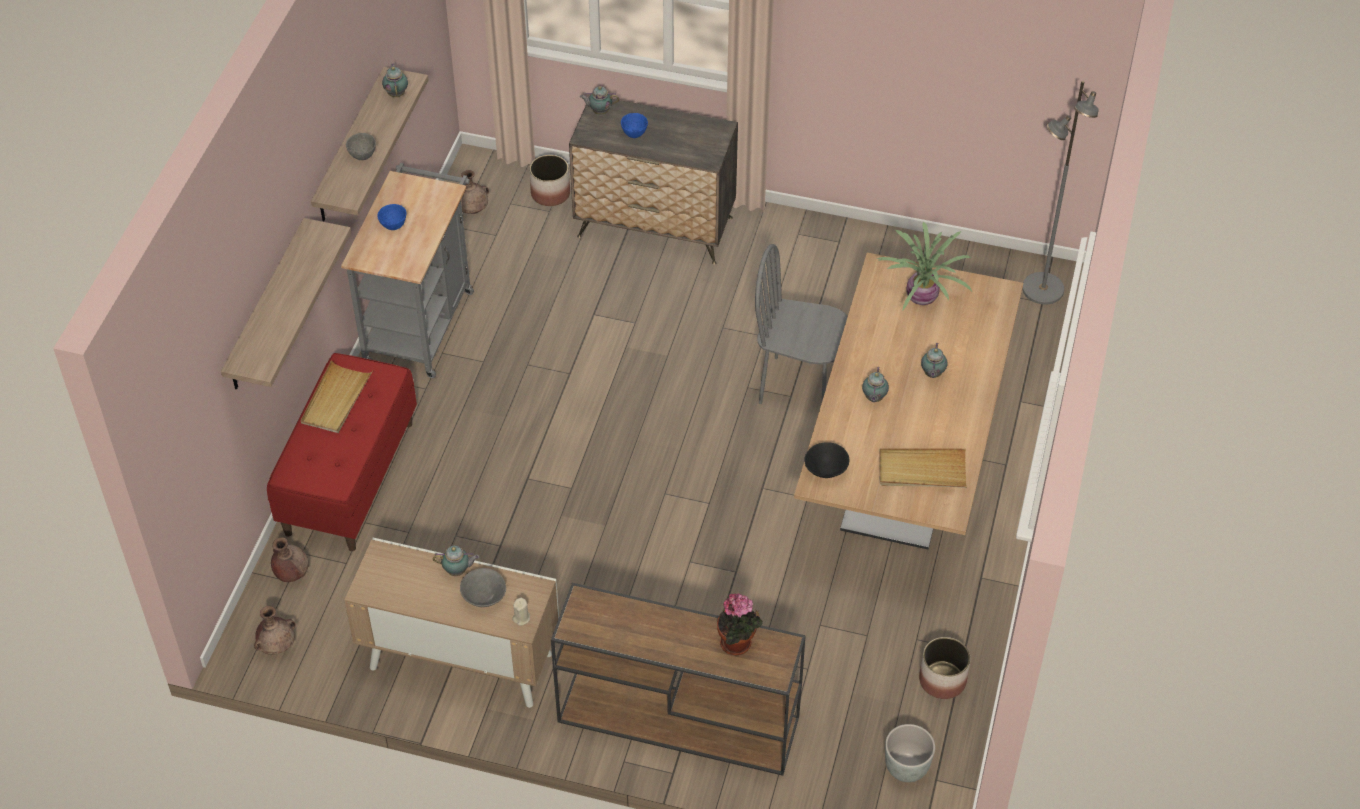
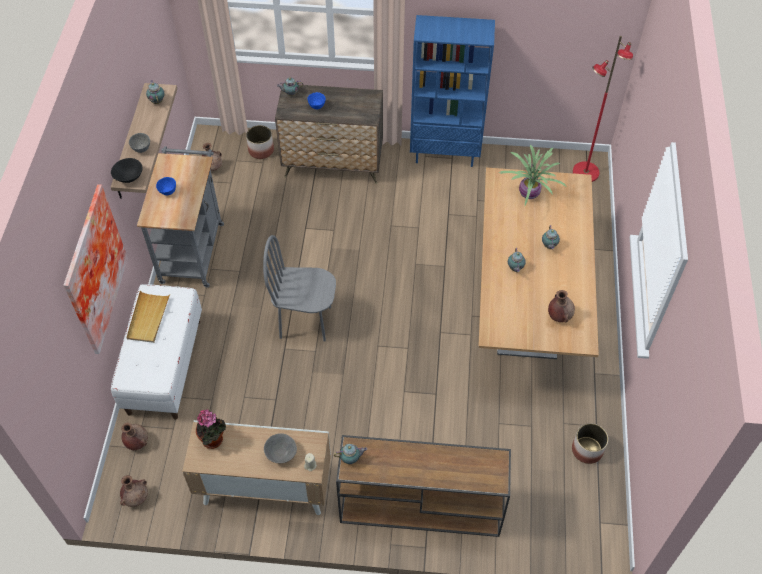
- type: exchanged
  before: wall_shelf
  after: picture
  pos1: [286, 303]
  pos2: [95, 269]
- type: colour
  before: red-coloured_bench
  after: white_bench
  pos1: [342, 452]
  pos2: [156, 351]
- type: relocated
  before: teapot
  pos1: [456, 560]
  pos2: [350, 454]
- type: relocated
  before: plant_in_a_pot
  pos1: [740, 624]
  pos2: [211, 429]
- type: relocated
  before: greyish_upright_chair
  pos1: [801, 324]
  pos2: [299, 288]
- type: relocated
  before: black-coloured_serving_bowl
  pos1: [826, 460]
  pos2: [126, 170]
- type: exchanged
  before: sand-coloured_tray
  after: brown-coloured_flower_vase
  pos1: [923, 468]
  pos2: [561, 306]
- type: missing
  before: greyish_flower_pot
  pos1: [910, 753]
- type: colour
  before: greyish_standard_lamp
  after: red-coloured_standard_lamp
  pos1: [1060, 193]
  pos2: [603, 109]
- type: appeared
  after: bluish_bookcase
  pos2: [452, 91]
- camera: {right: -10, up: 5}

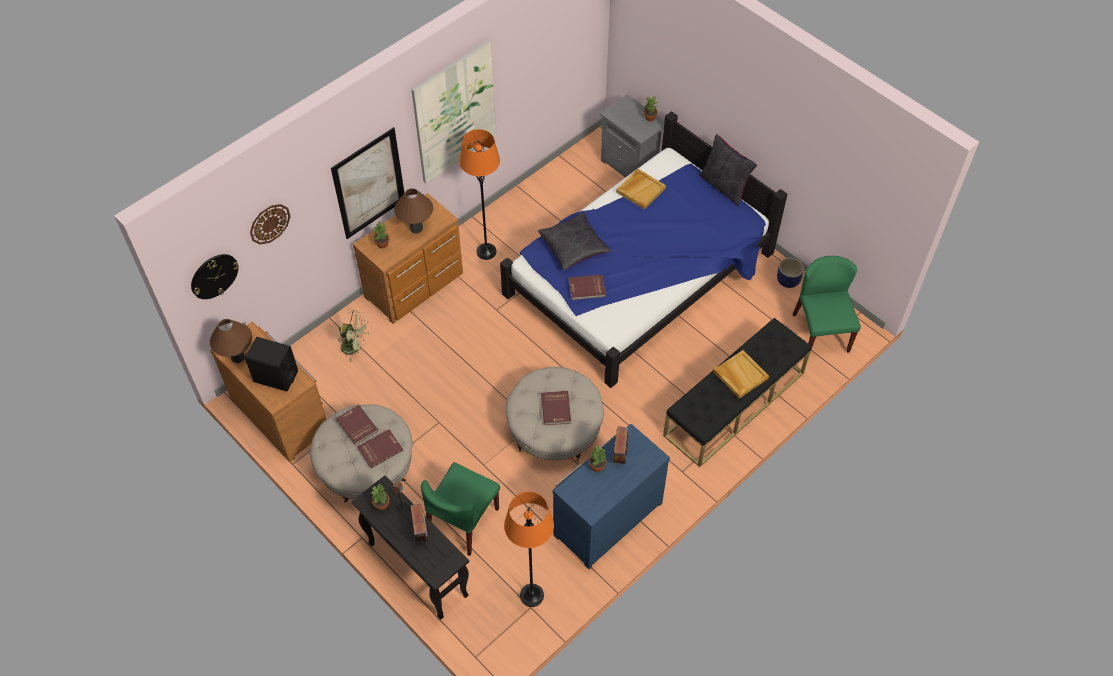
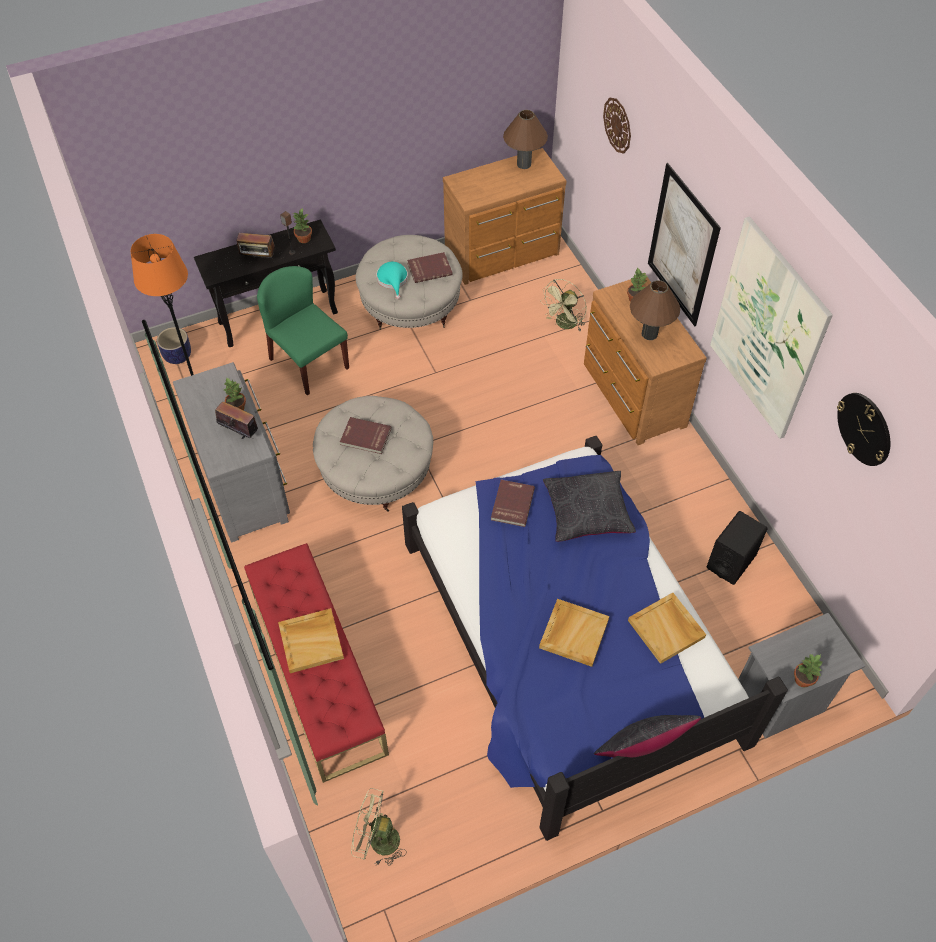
- type: relocated
  before: wall_clock
  pos1: [215, 276]
  pos2: [863, 429]
- type: relocated
  before: black-coloured_loudspeaker
  pos1: [271, 364]
  pos2: [737, 548]
- type: exchanged
  before: red-coloured_volume
  after: blue-green_hat
  pos1: [380, 448]
  pos2: [392, 280]
- type: missing
  before: orange-coloured_standard_lamp
  pos1: [479, 194]
- type: colour
  before: bluish_chest_of_drawers
  after: greyish_chest_of_drawers
  pos1: [611, 496]
  pos2: [231, 452]
- type: colour
  before: black-coloured_bench
  after: red-coloured_bench
  pos1: [737, 392]
  pos2: [316, 663]
- type: relocated
  before: flower_pot
  pos1: [790, 273]
  pos2: [174, 345]
- type: exchanged
  before: green-coloured_upright_chair
  after: green-coloured_fan
  pos1: [827, 304]
  pos2: [379, 827]
- type: appeared
  after: sand-coloured_tray
  pos2: [574, 633]
- camera: {right: 110, up: 0}

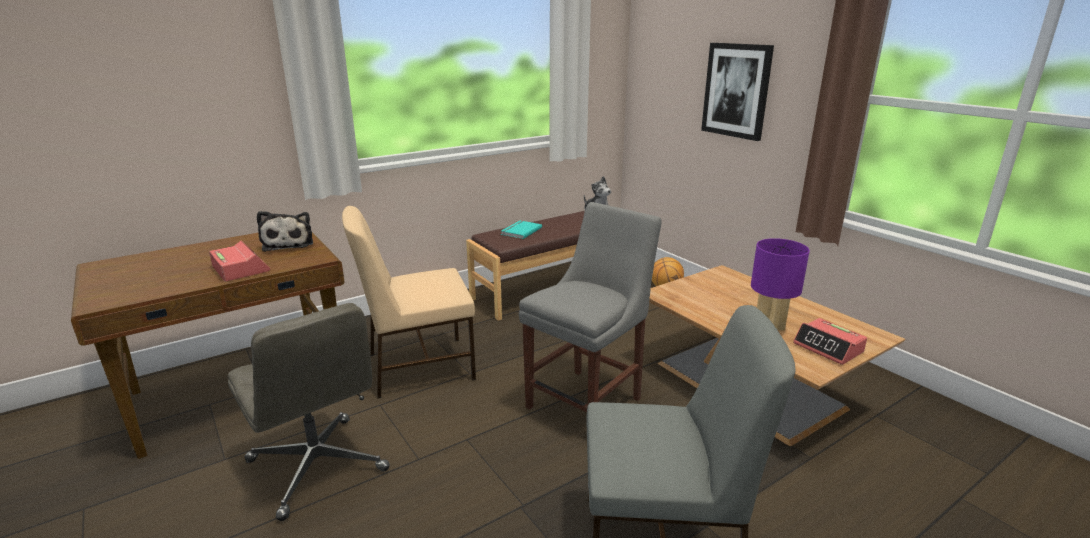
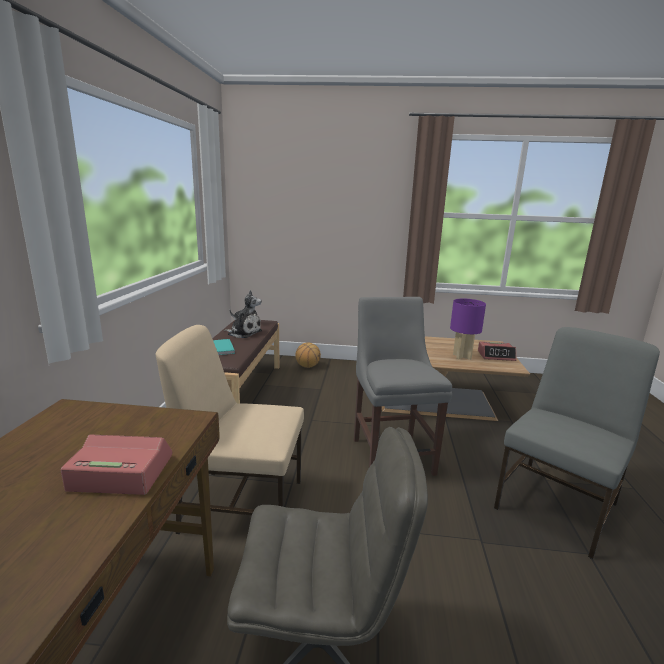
- type: relocated
  before: cuddly_toy
  pos1: [285, 231]
  pos2: [243, 324]
- type: spun
  before: sand-coloured_upright_chair
  pos1: [409, 302]
  pos2: [230, 429]
  turn: 75
- type: missing
  before: picture
  pos1: [737, 92]
- camera: {right: -50, up: -5}

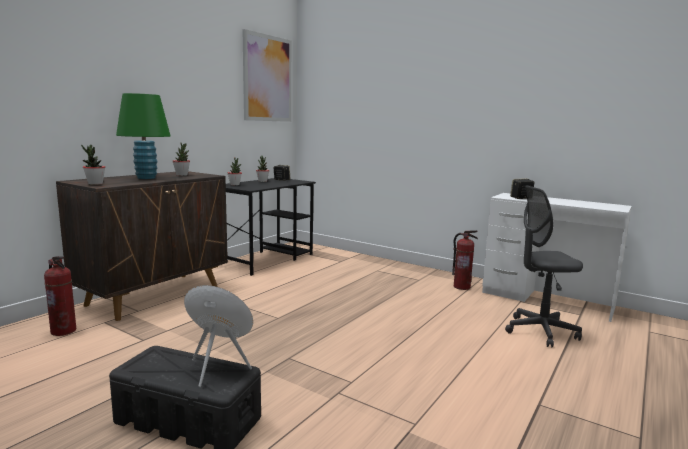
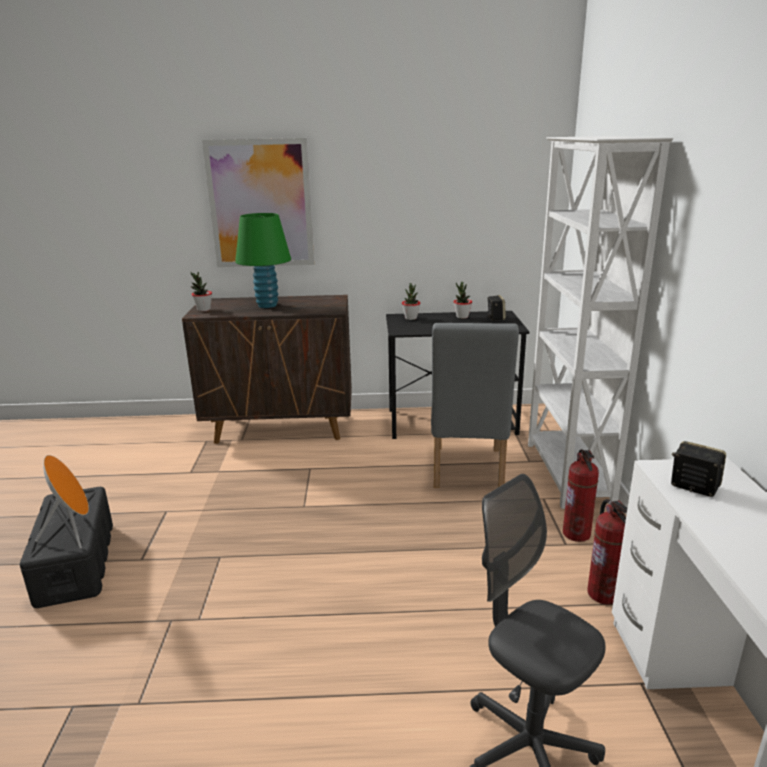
- type: relocated
  before: fire_extinguisher
  pos1: [60, 296]
  pos2: [581, 495]
- type: missing
  before: plant_in_a_pot
  pos1: [181, 159]
- type: relocated
  before: picture
  pos1: [267, 75]
  pos2: [258, 202]
- type: appeared
  after: greyish_upright_chair
  pos2: [475, 405]
- type: appeared
  after: white_bookcase
  pos2: [600, 322]
- camera: {right: 55, up: 10}

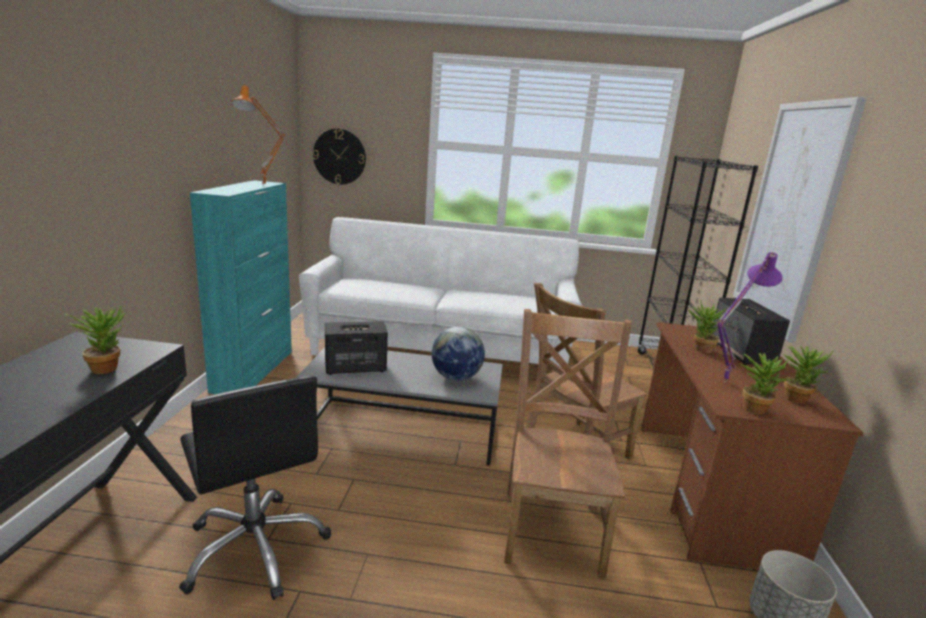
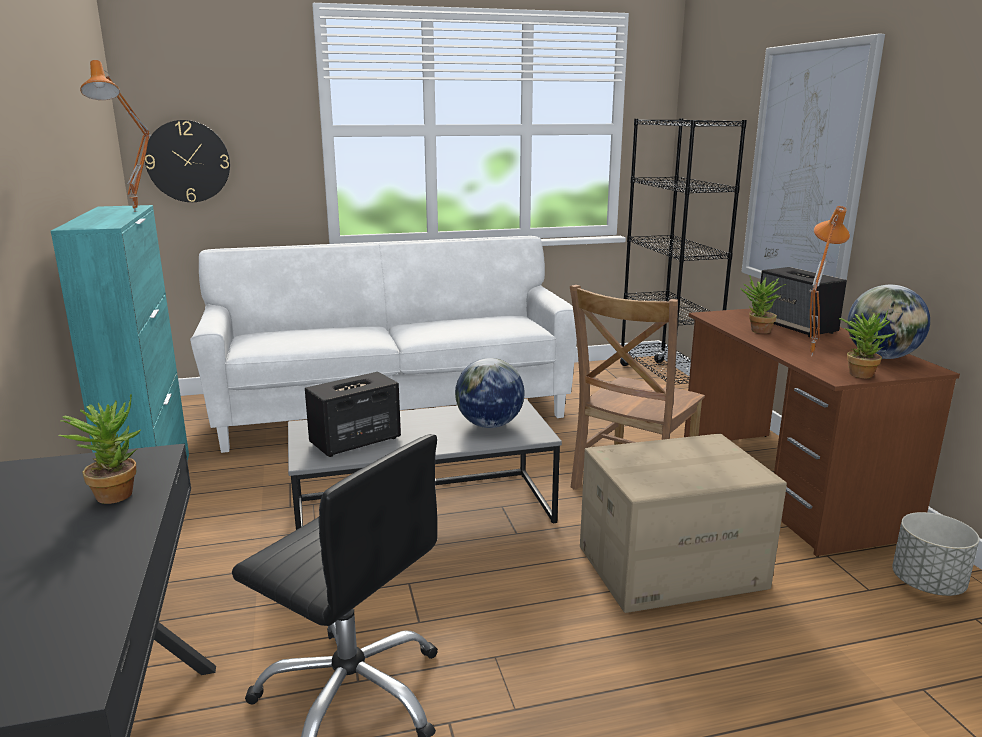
- type: exchanged
  before: brown-coloured_upright_chair
  after: carton
  pos1: [568, 444]
  pos2: [683, 523]
- type: colour
  before: purple_table_lamp
  after: orange-coloured_table_lamp
  pos1: [749, 317]
  pos2: [830, 281]
- type: exchanged
  before: plant_in_a_pot
  after: globe
  pos1: [808, 375]
  pos2: [888, 322]
- camera: {right: -20, up: 0}

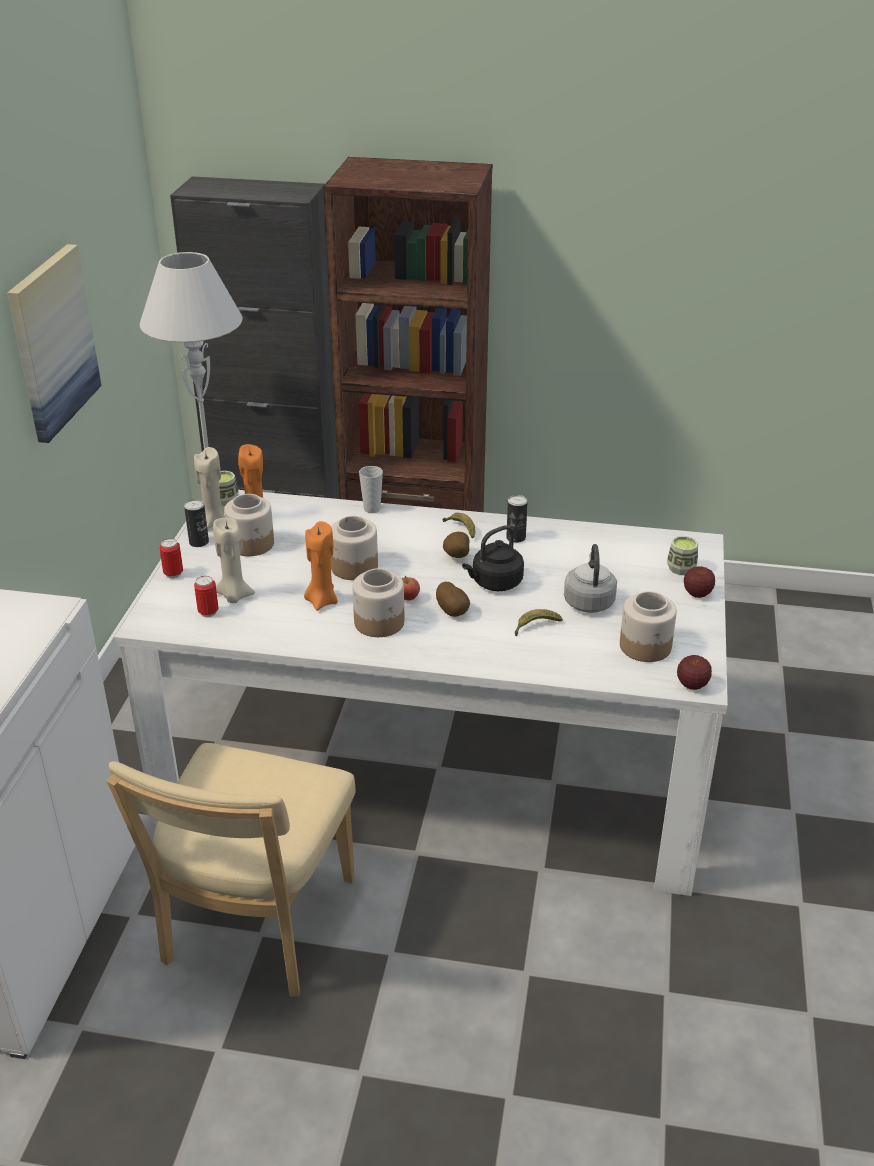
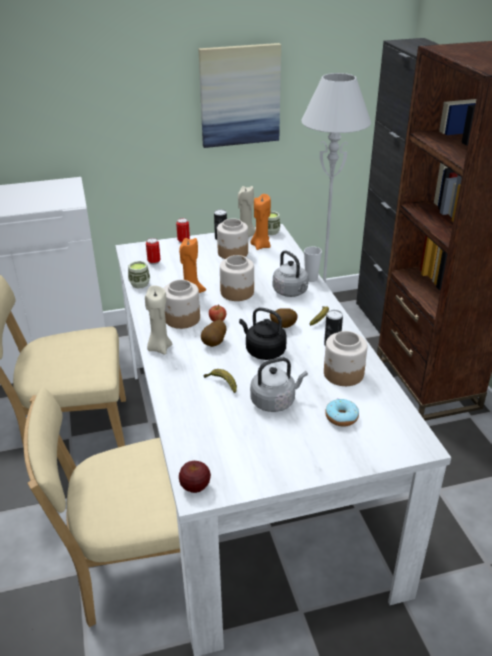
- type: relocated
  before: sand-coloured_wax_candle
  pos1: [234, 560]
  pos2: [158, 319]
- type: relocated
  before: storage_jar
  pos1: [648, 626]
  pos2: [345, 358]
- type: relocated
  before: cup
  pos1: [682, 555]
  pos2: [139, 275]
- type: missing
  before: apple
  pos1: [699, 582]
- type: appeared
  after: sand-coloured_upright_chair
  pos2: [102, 507]
- type: appeared
  after: greyish_kettle
  pos2: [291, 273]
- type: appeared
  after: doughnut
  pos2: [342, 413]
- camera: {right: 65, up: 0}

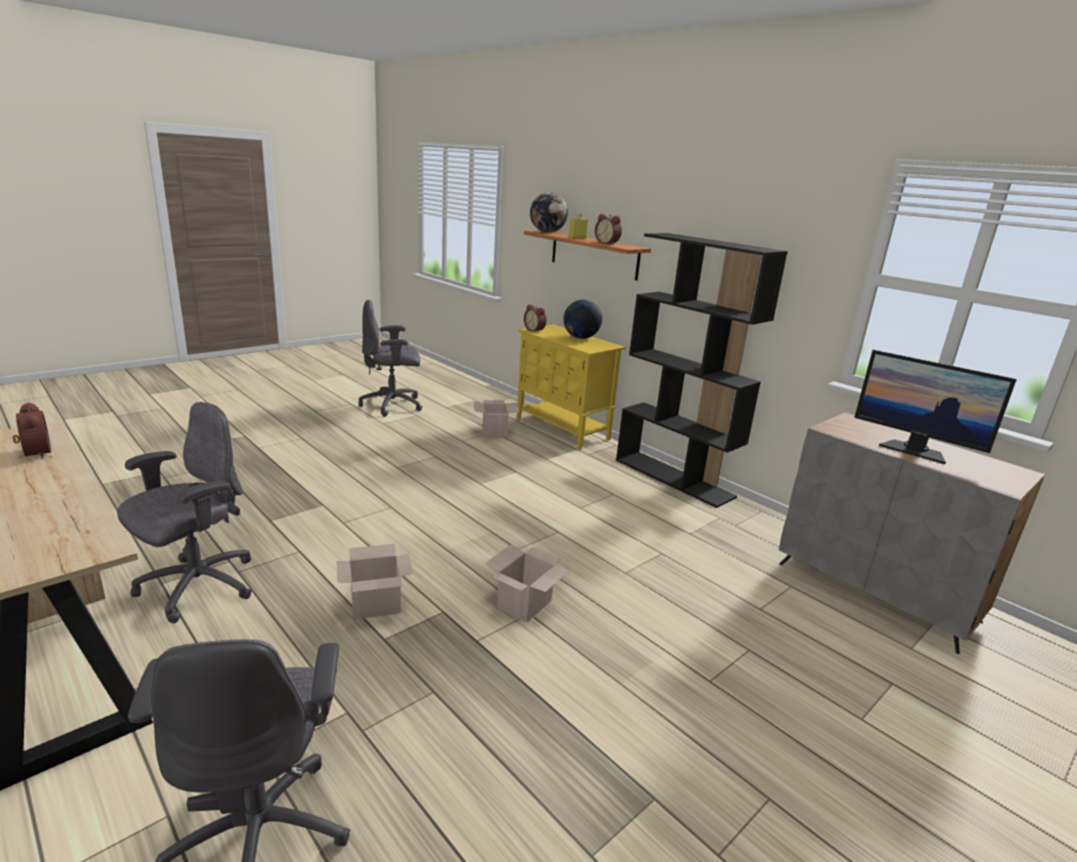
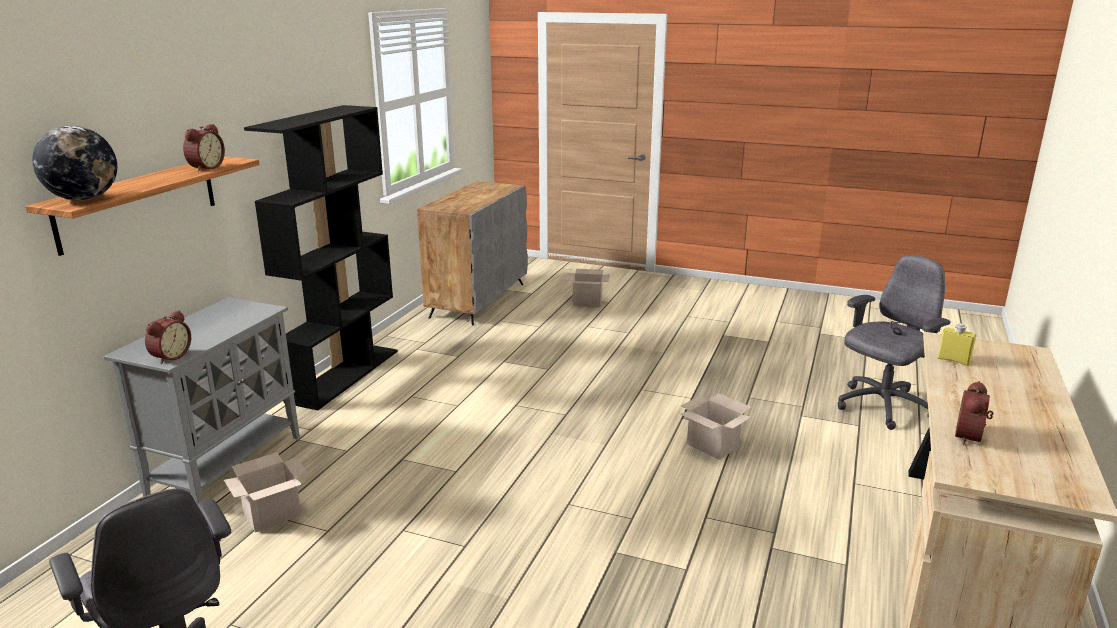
- type: missing
  before: greyish_computer_chair
  pos1: [184, 512]
- type: relocated
  before: carton
  pos1: [527, 583]
  pos2: [587, 288]
- type: colour
  before: yellow_cupboard
  after: greyish_cupboard
  pos1: [571, 387]
  pos2: [201, 400]
- type: missing
  before: globe
  pos1: [583, 319]
- type: relocated
  before: yellow_bottle
  pos1: [578, 226]
  pos2: [956, 344]
- type: missing
  before: computer_screen
  pos1: [935, 407]
- camera: {right: -115, up: 0}

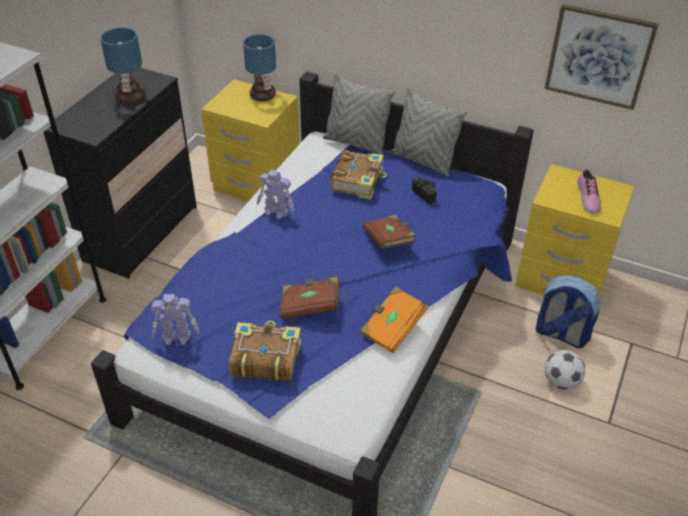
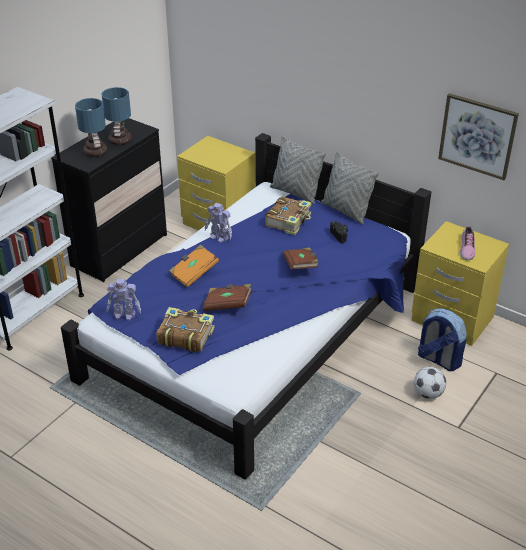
- type: relocated
  before: table_lamp
  pos1: [259, 68]
  pos2: [91, 127]
- type: relocated
  before: orange-coloured_volume
  pos1: [394, 320]
  pos2: [194, 266]
- camera: {right: 10, up: -5}

